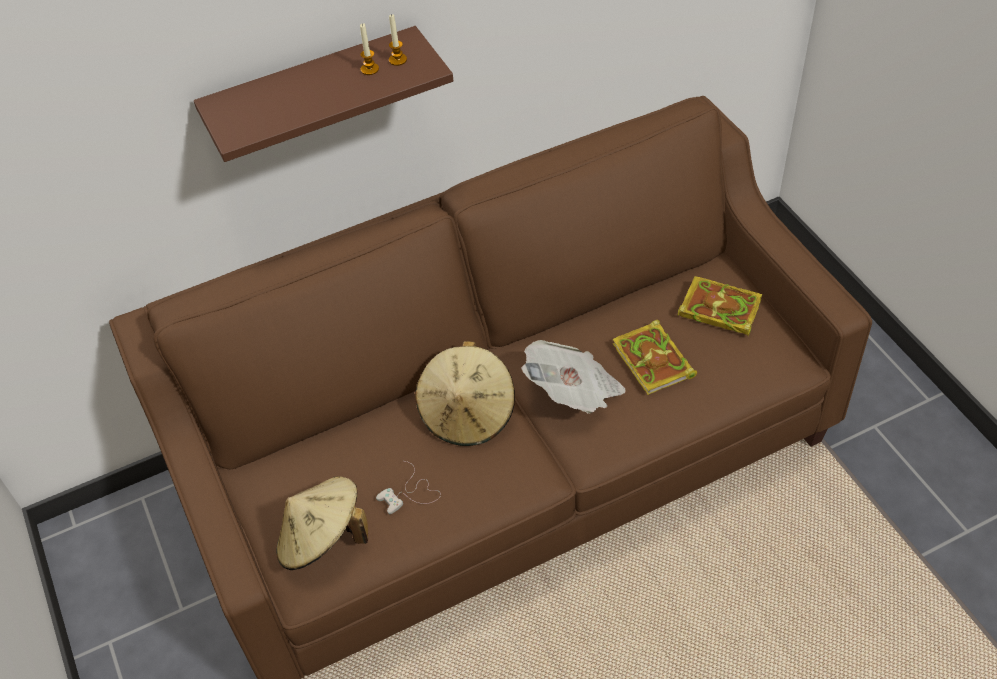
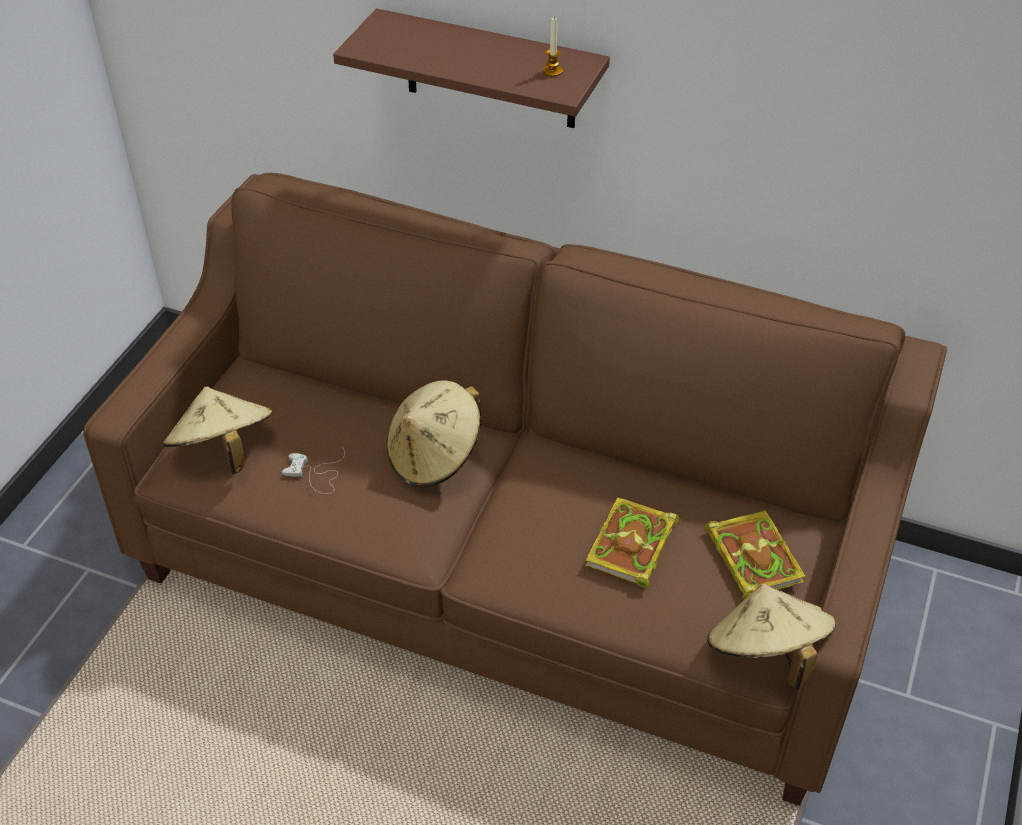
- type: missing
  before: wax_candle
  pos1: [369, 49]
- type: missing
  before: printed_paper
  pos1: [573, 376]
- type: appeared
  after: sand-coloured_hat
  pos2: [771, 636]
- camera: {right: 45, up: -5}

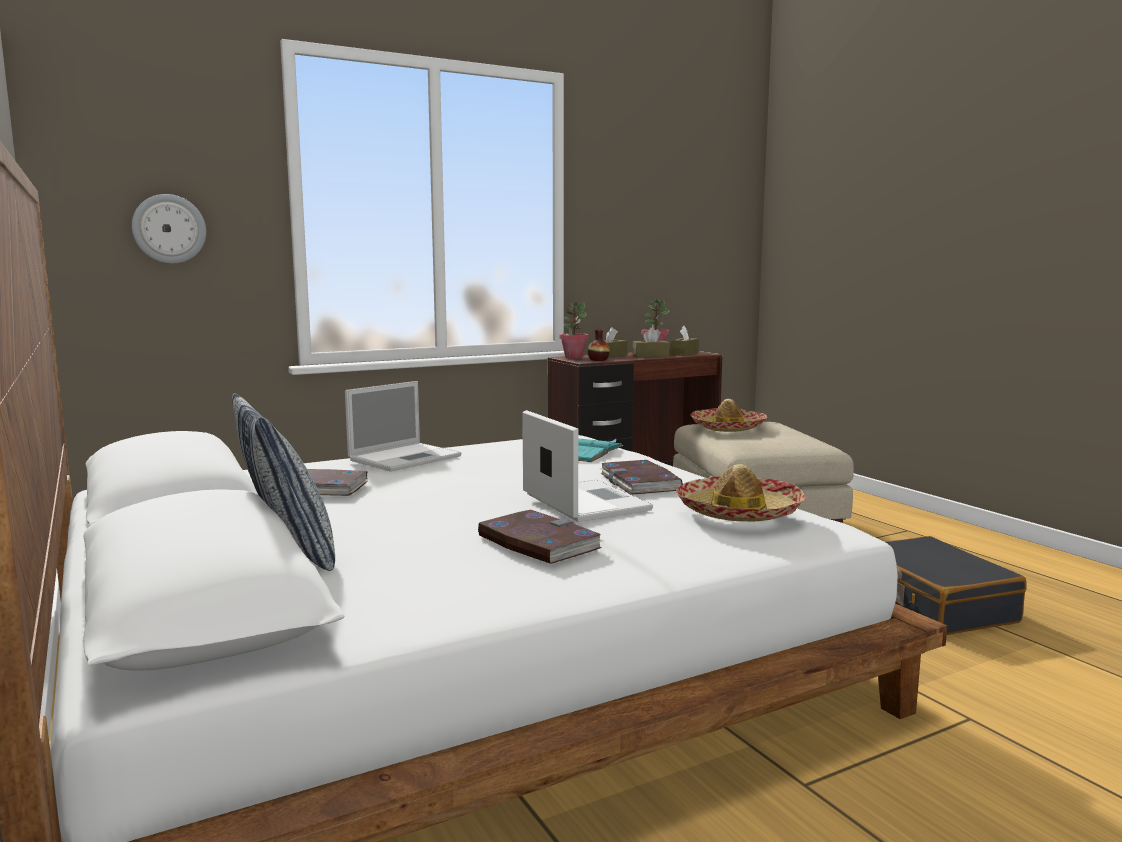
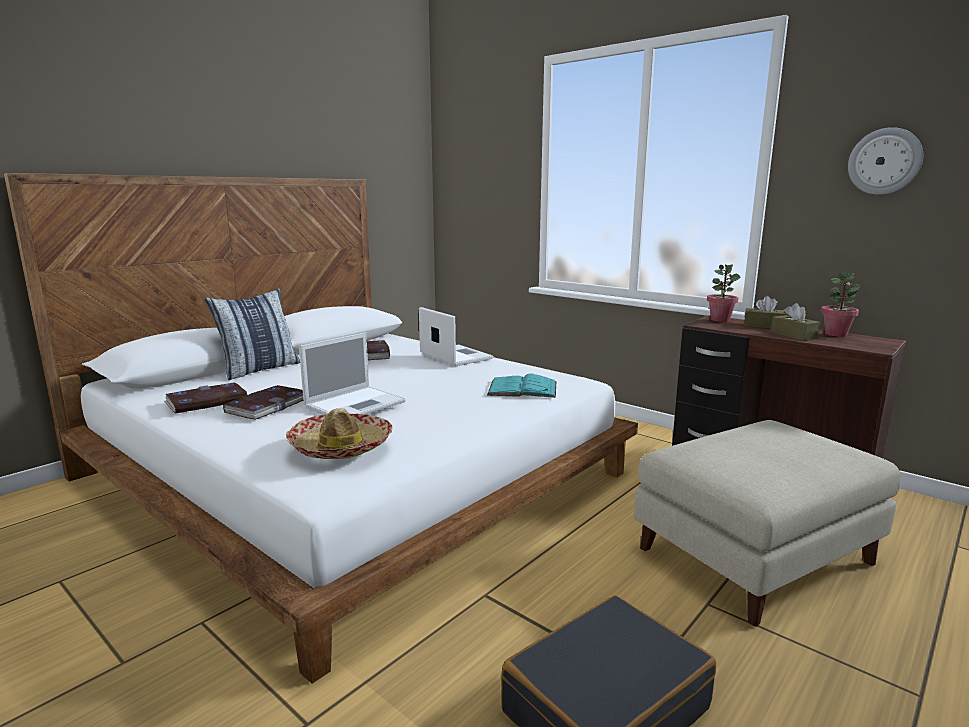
- type: relocated
  before: wall_clock
  pos1: [169, 229]
  pos2: [885, 161]
- type: spun
  before: laptop
  pos1: [403, 426]
  pos2: [456, 336]
  turn: -150
- type: missing
  before: flower_vase
  pos1: [599, 345]
- type: relocated
  before: volume
  pos1: [641, 477]
  pos2: [205, 397]
- type: missing
  before: brown-coloured_box_of_tissues
  pos1: [684, 341]
- type: missing
  before: hat
  pos1: [729, 415]
- camera: {right: 70, up: 5}

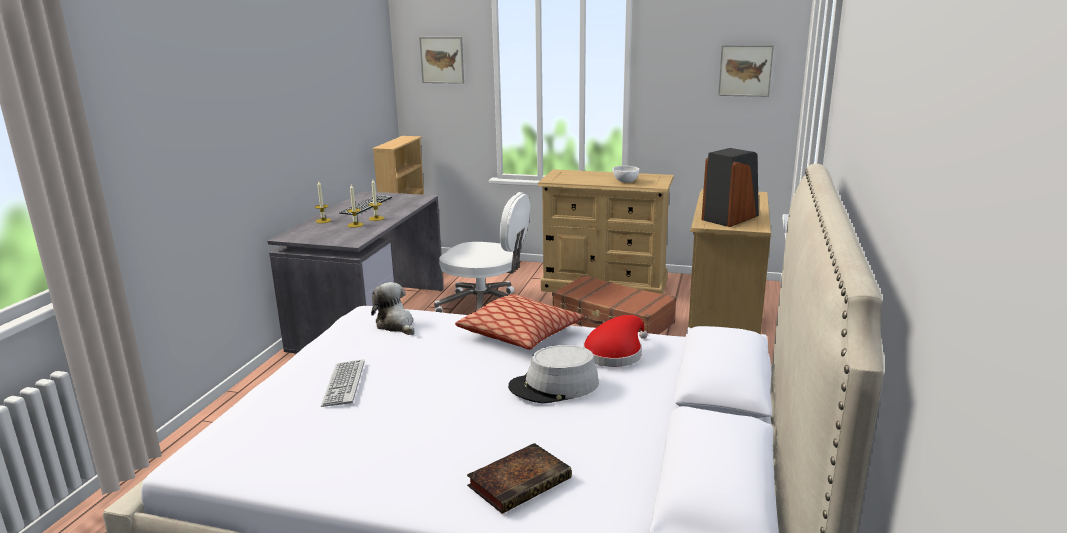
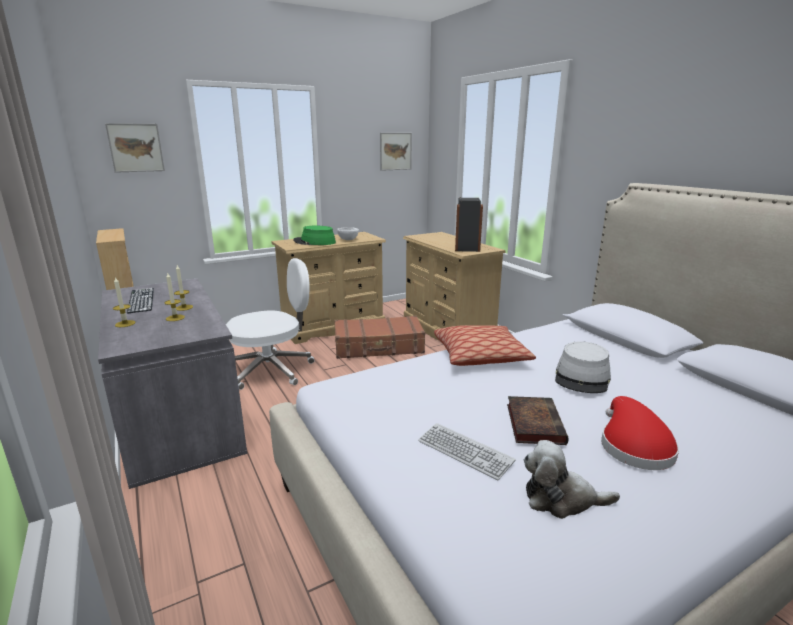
- type: relocated
  before: cuddly_toy
  pos1: [393, 308]
  pos2: [572, 479]
- type: relocated
  before: volume
  pos1: [519, 478]
  pos2: [538, 420]
- type: relocated
  before: red-coloured_hat
  pos1: [615, 341]
  pos2: [640, 433]
- type: appeared
  after: green-coloured_hat
  pos2: [314, 235]
- camera: {right: -45, up: 0}

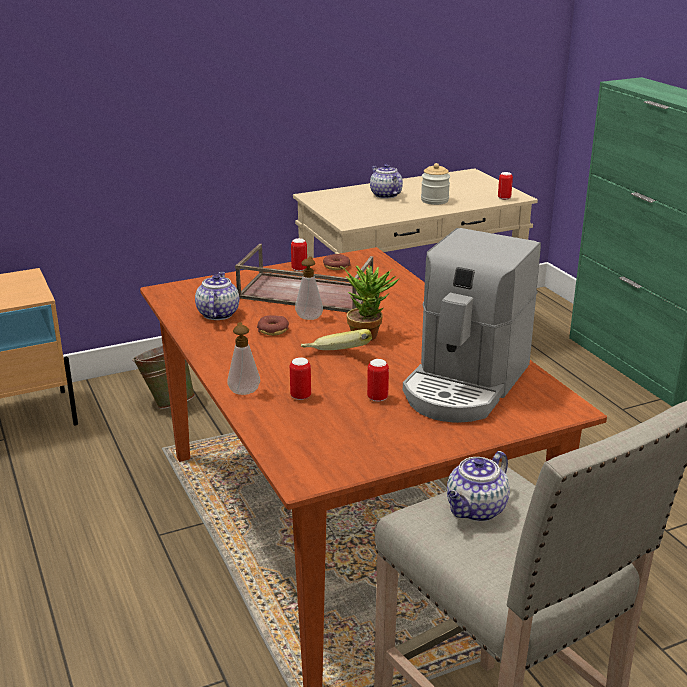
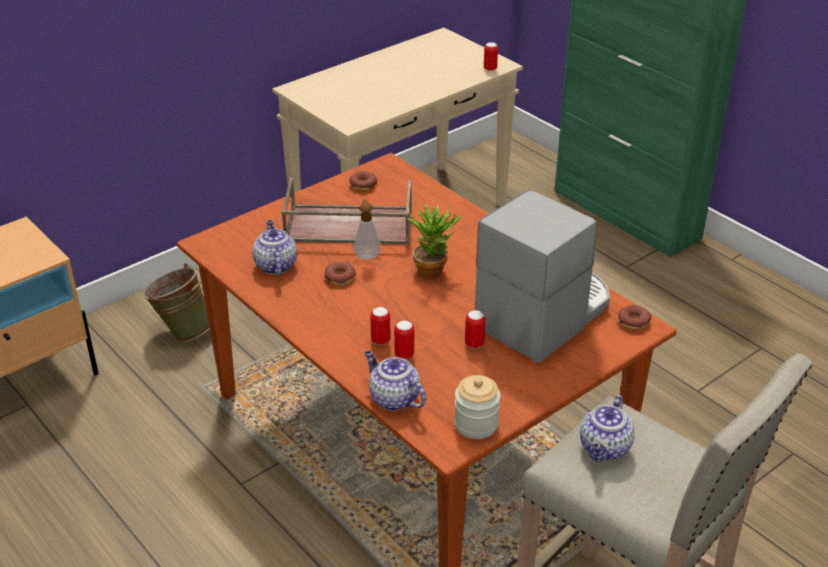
- type: missing
  before: soap_bottle
  pos1: [243, 358]
- type: relocated
  before: metal_can
  pos1: [299, 255]
  pos2: [380, 326]
- type: missing
  before: banana
  pos1: [336, 339]
- type: relocated
  before: teapot
  pos1: [386, 181]
  pos2: [395, 381]
- type: spun
  before: coffee_brewer
  pos1: [472, 325]
  pos2: [542, 276]
  turn: -150
- type: relocated
  before: storage_jar
  pos1: [435, 184]
  pos2: [477, 407]
- type: appeared
  after: doughnut
  pos2: [634, 317]
- camera: {right: -15, up: 10}

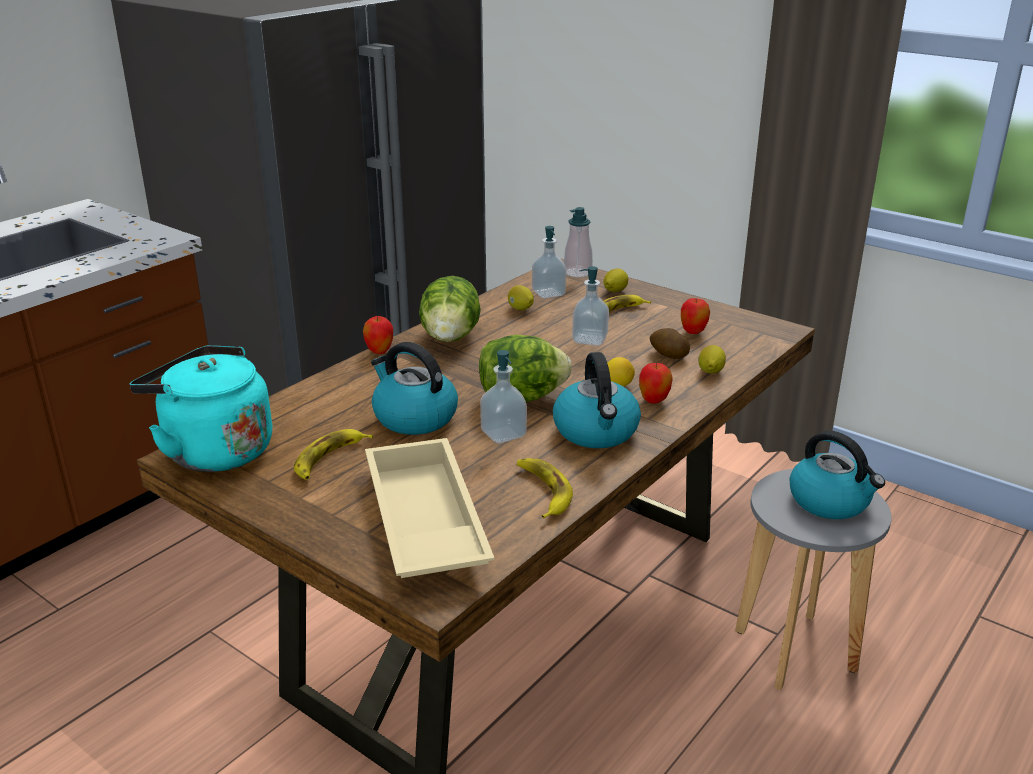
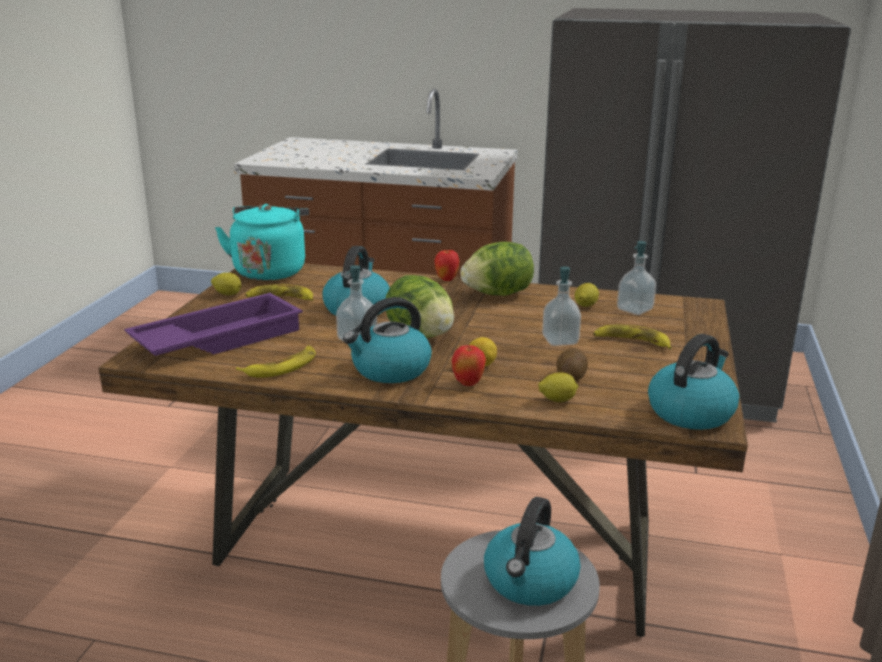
- type: colour
  before: sand-coloured_tray
  after: purple_tray
  pos1: [430, 508]
  pos2: [213, 324]
- type: missing
  before: soap_bottle
  pos1: [578, 242]
- type: relocated
  before: whole_lemon
  pos1: [616, 280]
  pos2: [226, 283]
- type: missing
  before: apple
  pos1: [695, 316]
- type: appeared
  after: kettle
  pos2: [693, 382]
- camera: {right: 65, up: -5}

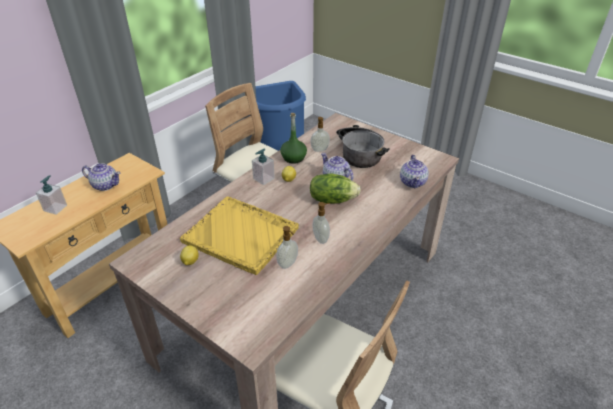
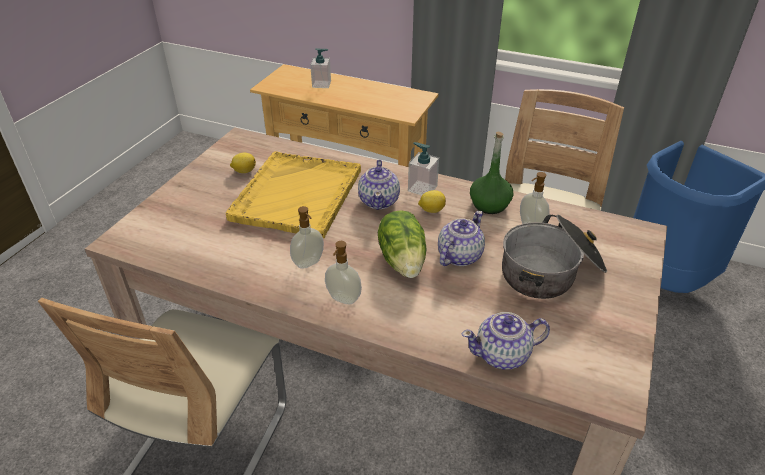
- type: relocated
  before: teapot
  pos1: [101, 177]
  pos2: [379, 185]
- type: relocated
  before: soap_bottle
  pos1: [287, 247]
  pos2: [343, 273]
- camera: {right: 75, up: 0}

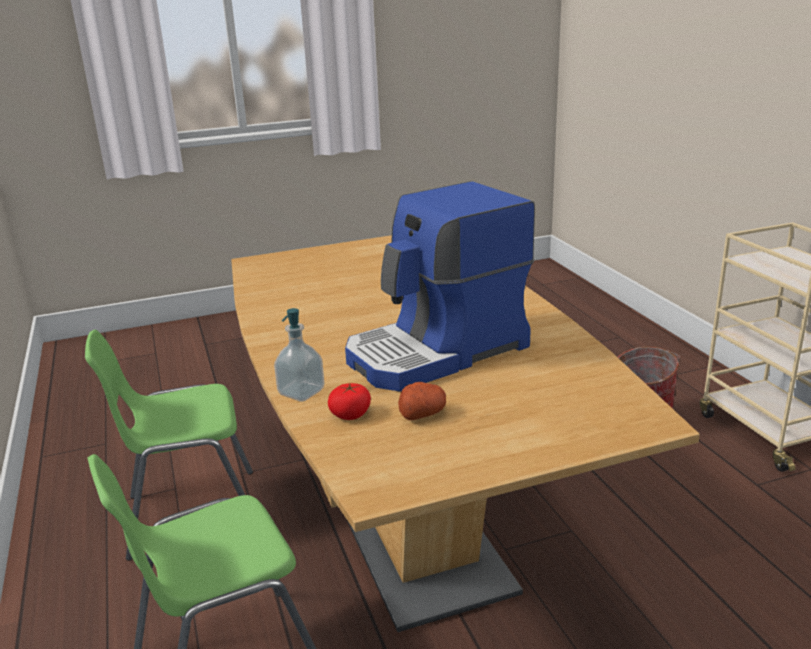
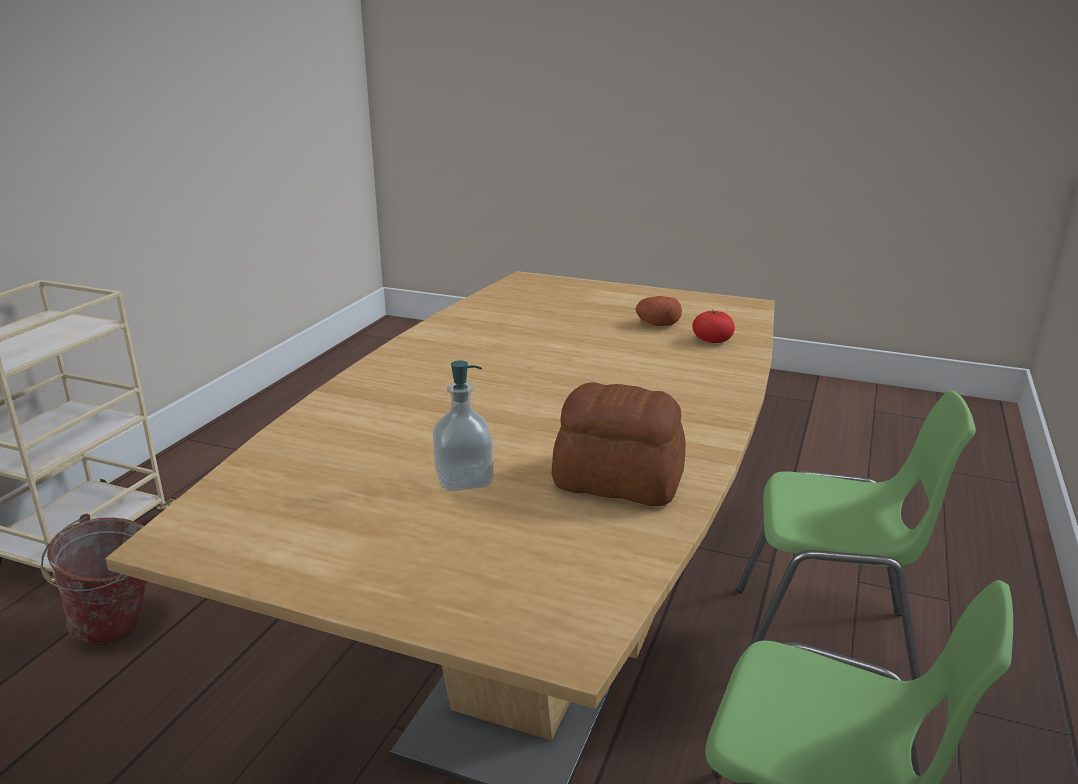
- type: relocated
  before: soap_bottle
  pos1: [299, 354]
  pos2: [463, 426]
- type: missing
  before: coffee_brewer
  pos1: [440, 286]
- type: appeared
  after: bread
  pos2: [619, 444]
- camera: {right: -140, up: 0}

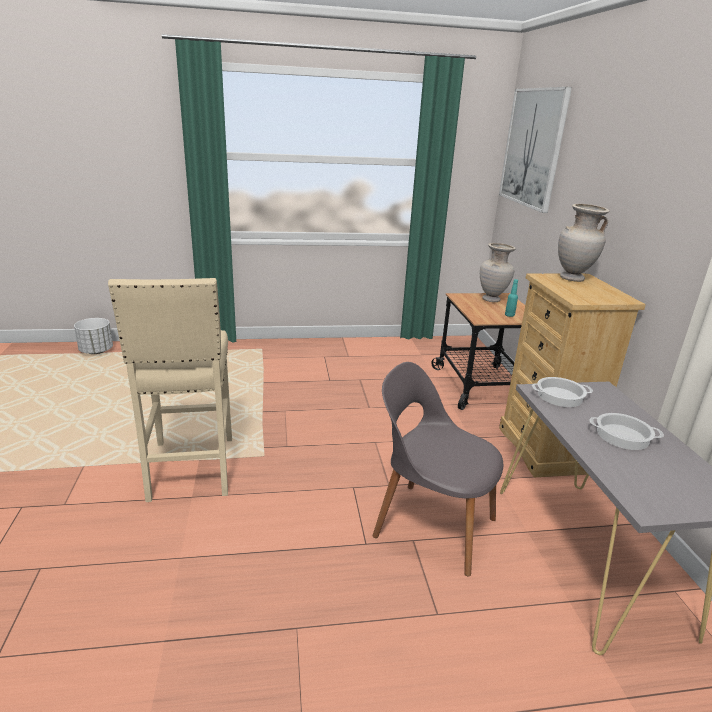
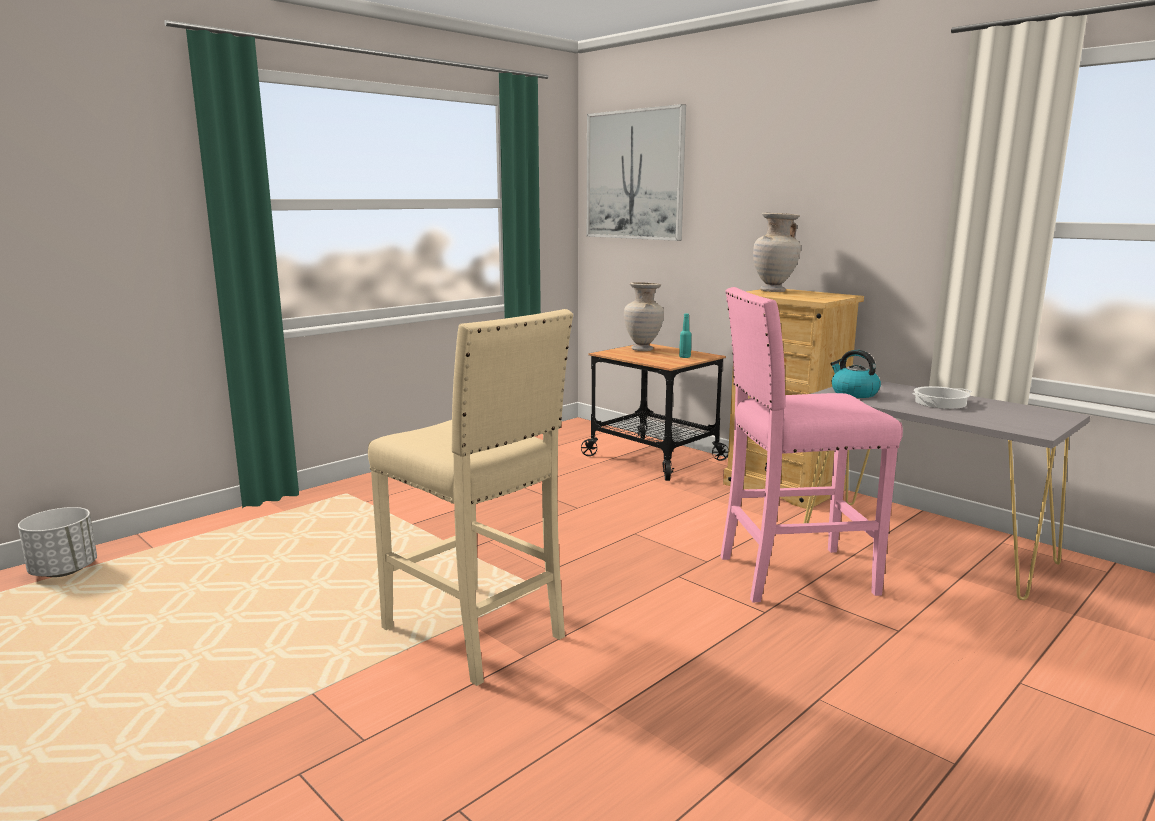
- type: exchanged
  before: greyish_upright_chair
  after: pink_stool_seat
  pos1: [437, 469]
  pos2: [811, 445]
- type: exchanged
  before: stockpot
  after: kettle
  pos1: [562, 392]
  pos2: [855, 374]
- camera: {right: -35, up: -10}

